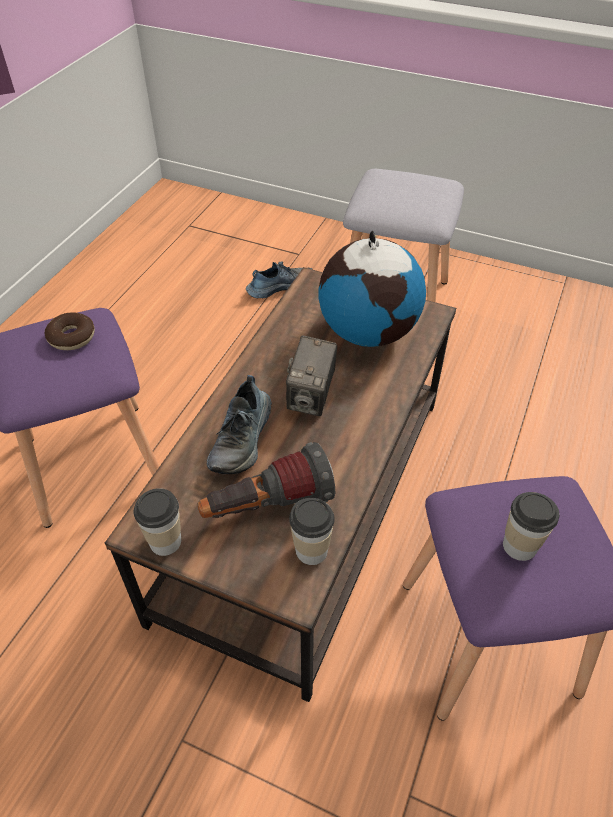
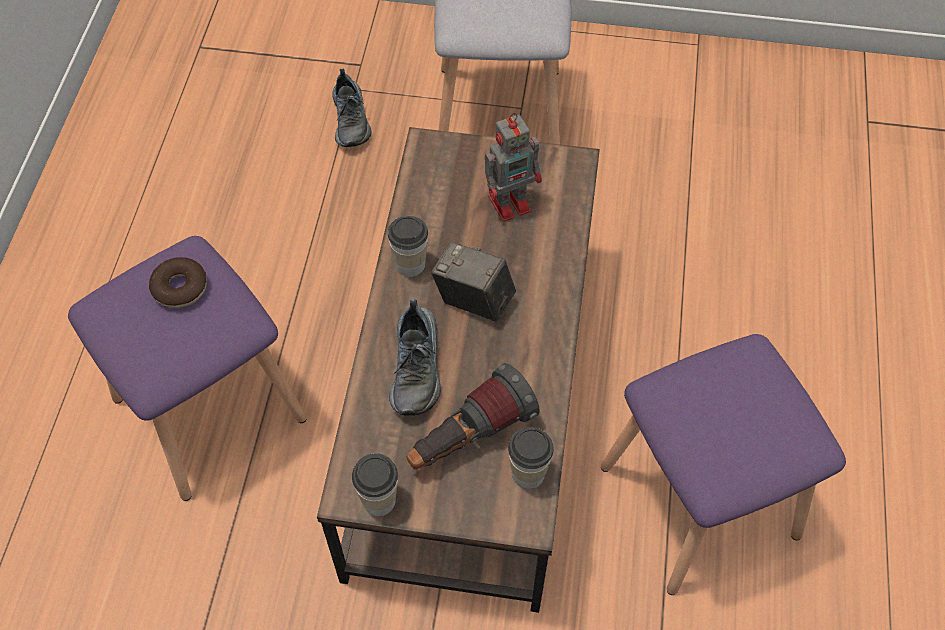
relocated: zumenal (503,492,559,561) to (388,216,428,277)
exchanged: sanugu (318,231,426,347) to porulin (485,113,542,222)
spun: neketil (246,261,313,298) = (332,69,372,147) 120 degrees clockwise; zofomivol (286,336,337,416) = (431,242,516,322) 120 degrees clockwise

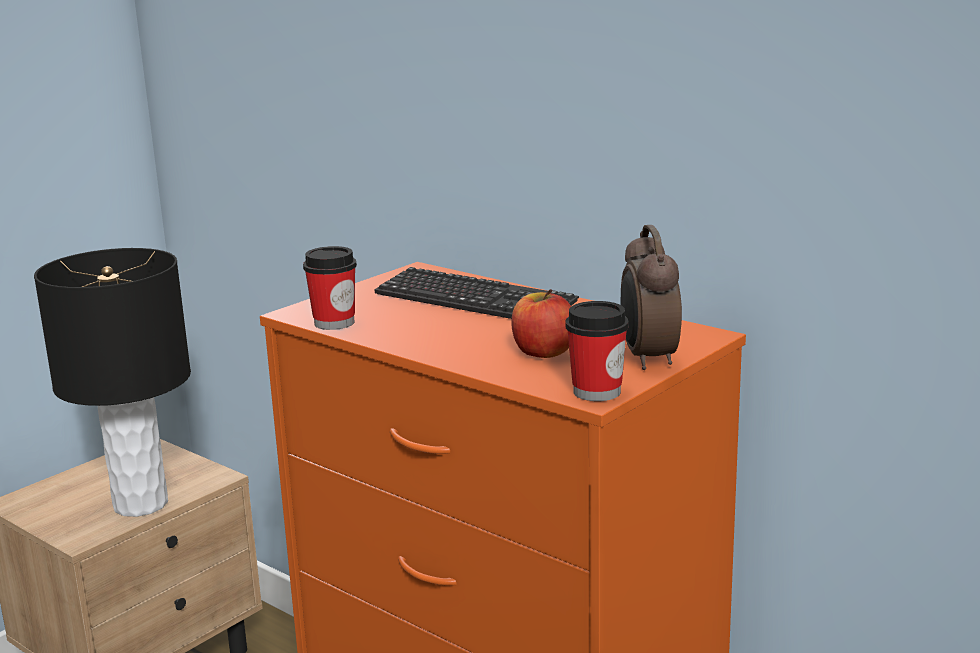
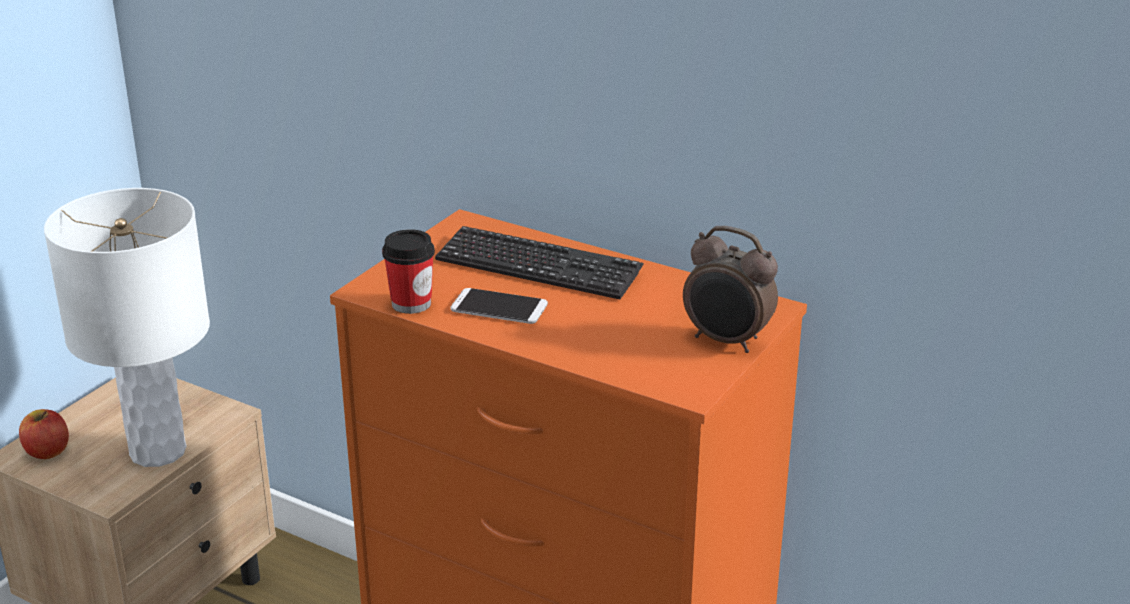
missing: zumenal (565,301,629,401)
appeared: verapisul (450,288,548,324)
relocated: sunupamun (511,289,571,358) to (19,409,69,459)
colour: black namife (34,248,191,517) to white namife (44,188,210,467)
spun: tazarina (621,225,682,370) = (683,226,778,353) 45 degrees counterclockwise

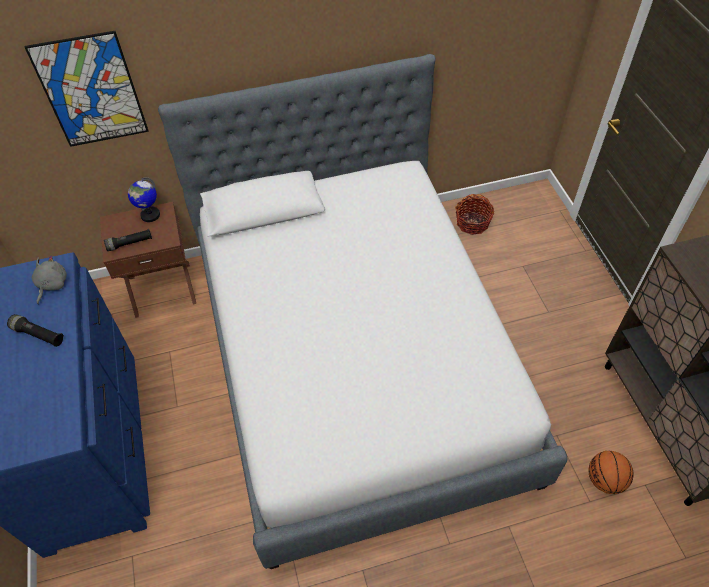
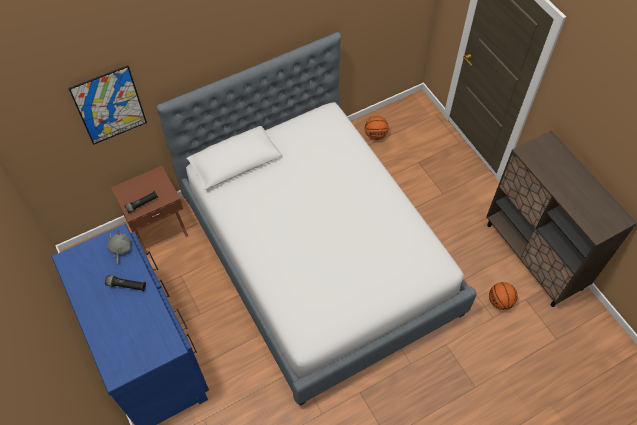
missing: sanugu (128,177,160,222)
exchanged: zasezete (455,194,494,235) to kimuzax (365,116,389,140)

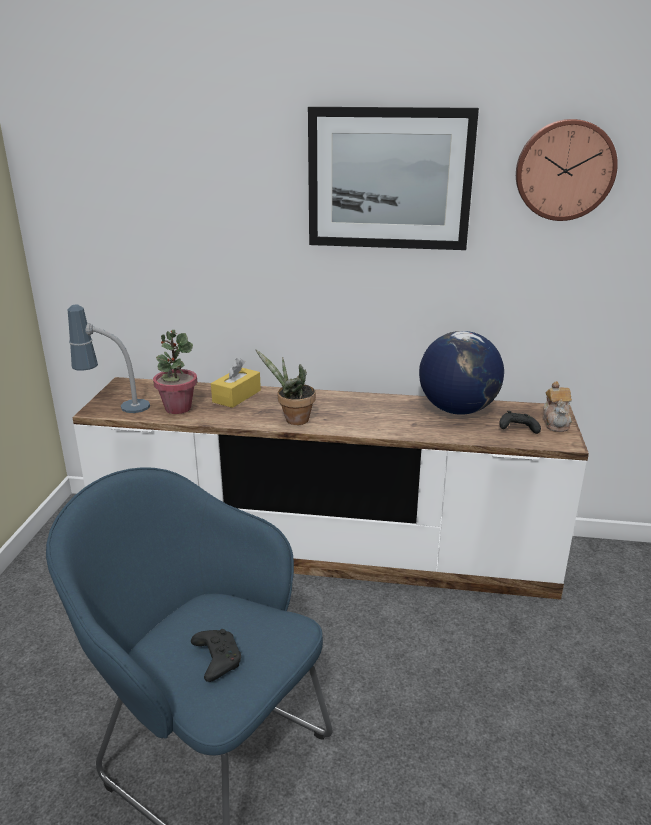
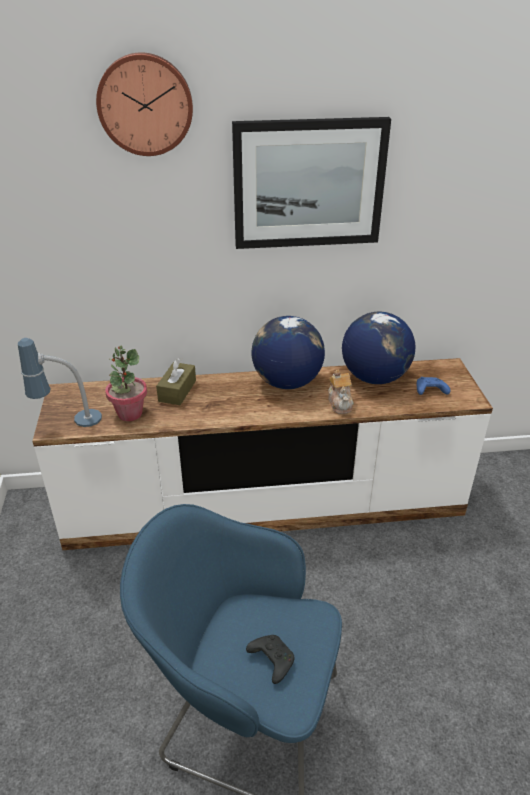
missing: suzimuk (256,350,316,425)
appeared: sanugu (252,316,325,389)
relocated: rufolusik (516,119,618,221) to (96,52,193,156); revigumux (542,381,572,432) to (328,370,354,414)
colour: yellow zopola (211,359,261,408) to brown zopola (156,358,196,405); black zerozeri (499,411,541,434) to blue zerozeri (417,377,450,395)

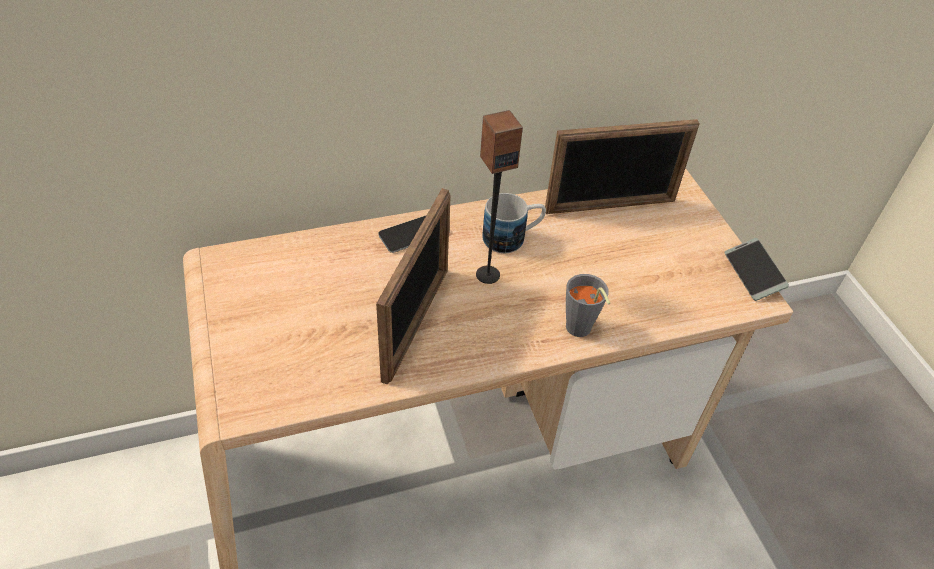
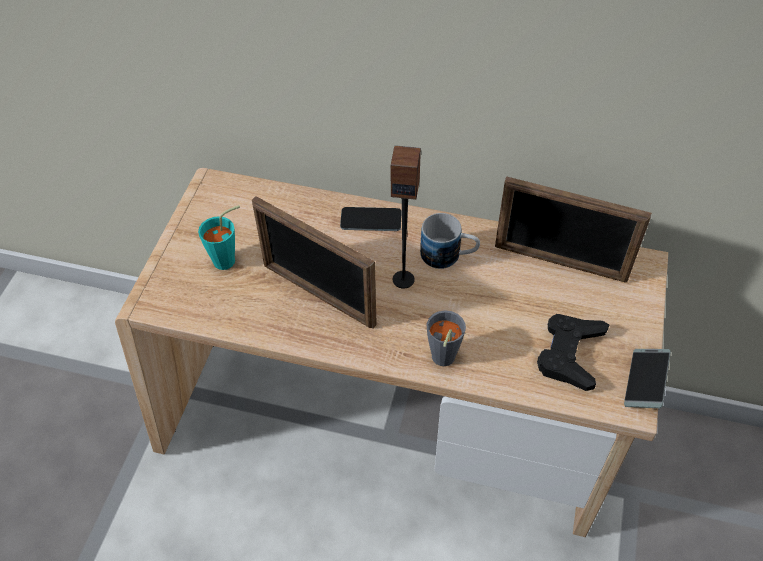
appeared: turquoise zumenal (198,205,240,270); black zerozeri (537,314,610,391)
spun: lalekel (376,188,451,385) = (252,196,377,329) 75 degrees clockwise

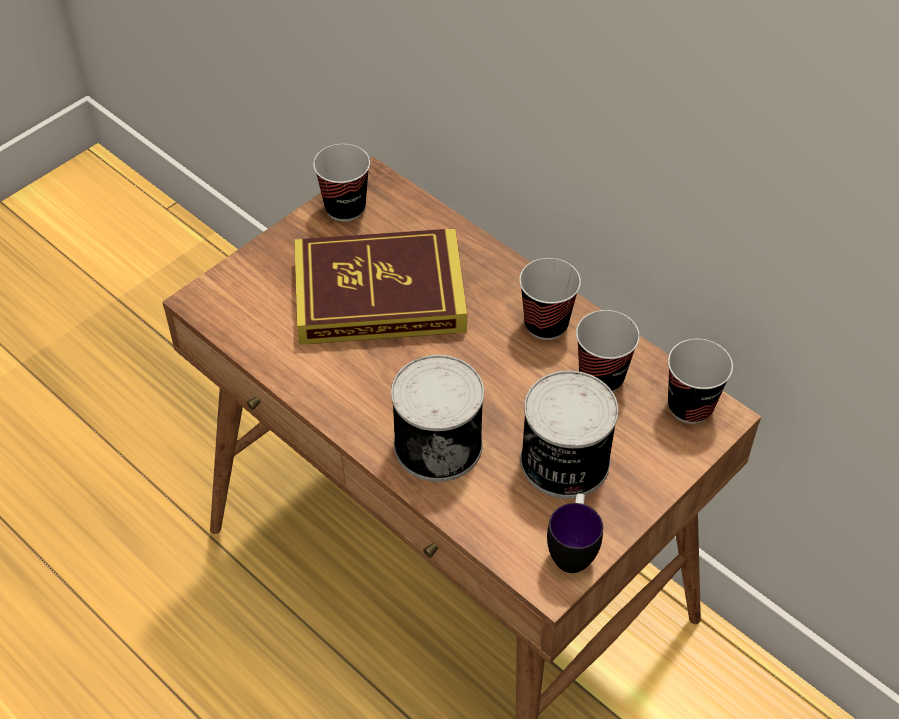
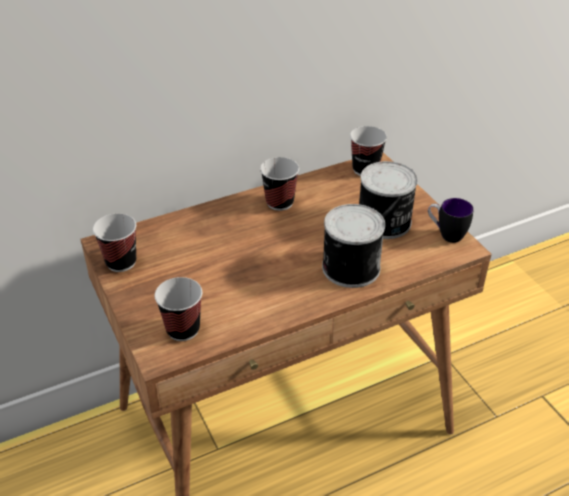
missing: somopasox (294,228,467,345)
relocated: zumenal (576,310,640,392) to (155,277,202,341)

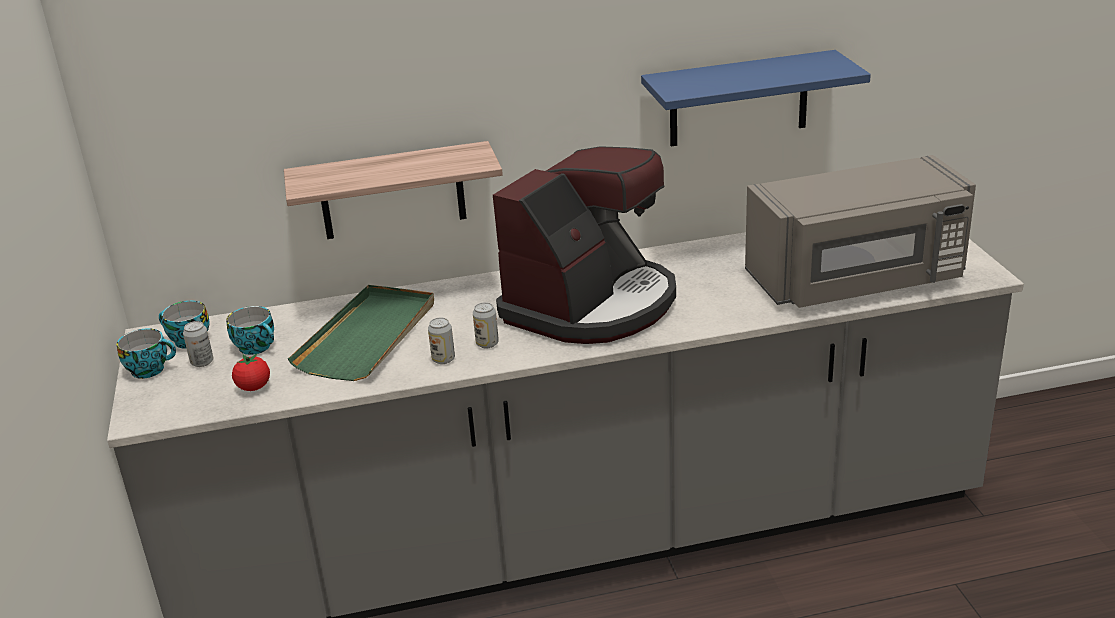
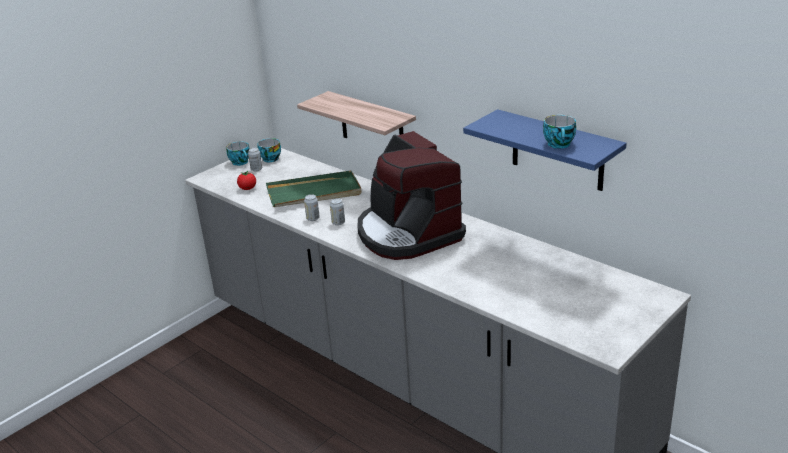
missing: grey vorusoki (745,155,976,308)
relocated: zumenal (226,306,274,355) to (543,115,576,149)
spun: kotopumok (493,146,676,344) = (357,131,466,260) 60 degrees clockwise

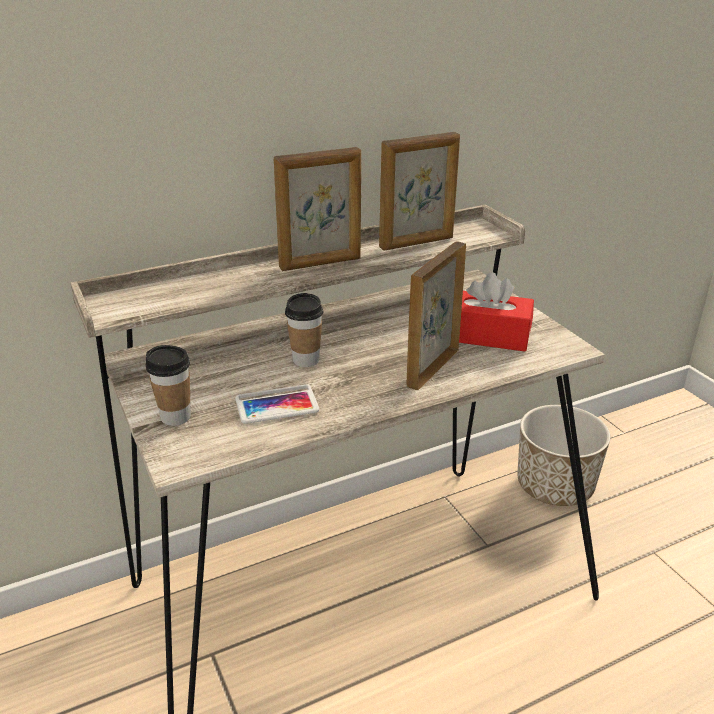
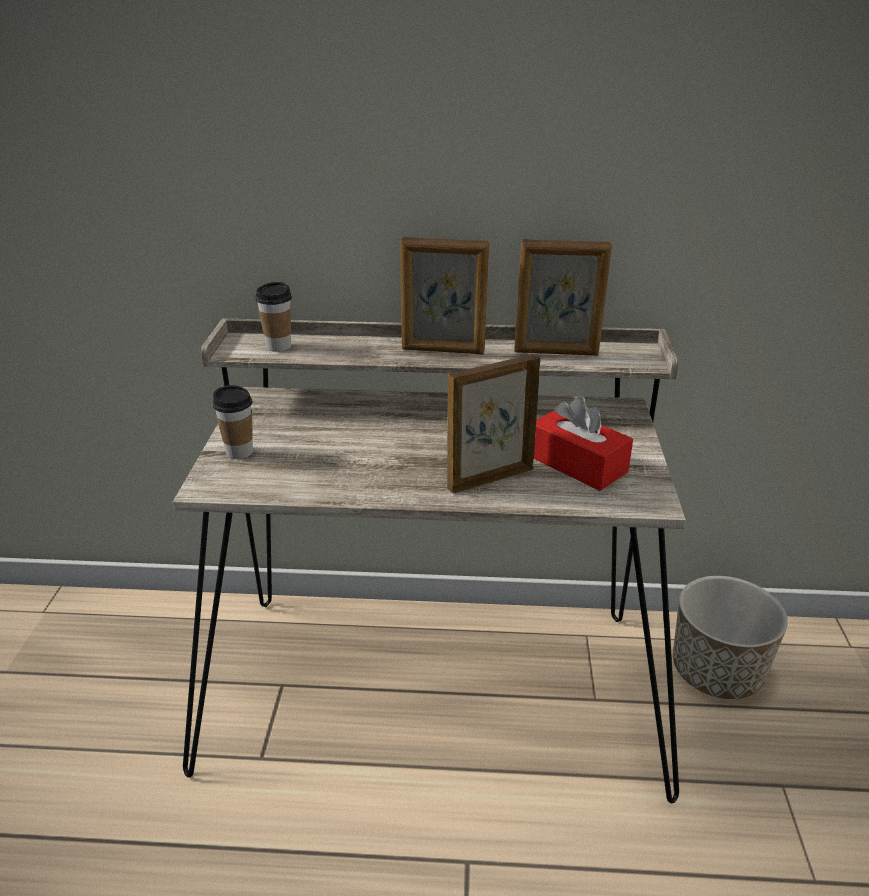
missing: verapisul (235,384,319,424)
relocated: zumenal (285,293,323,367) to (255,282,292,352)

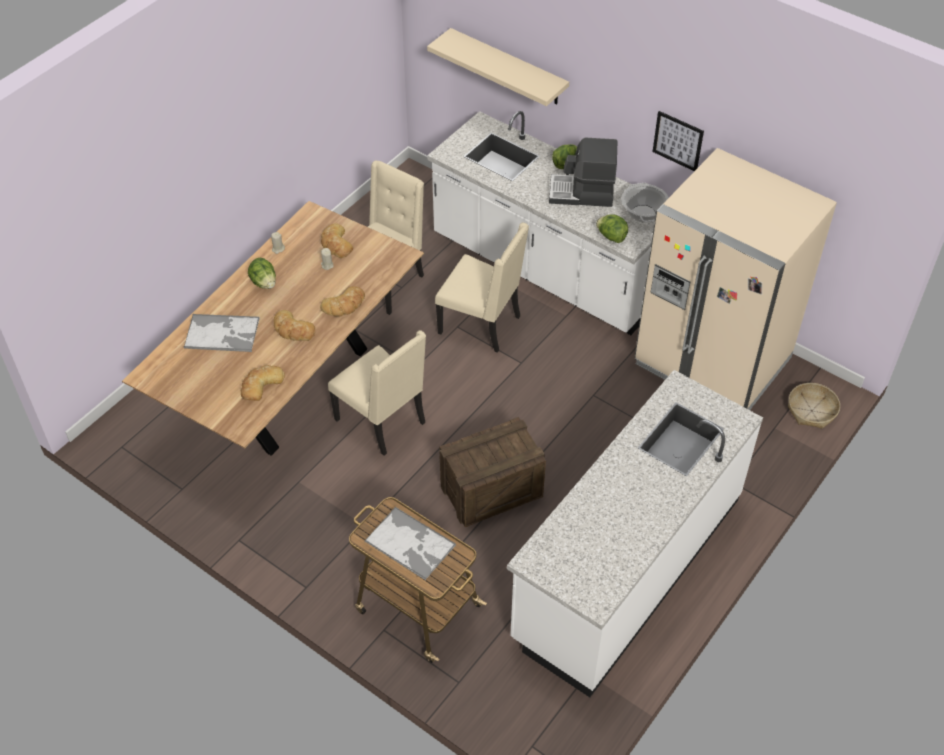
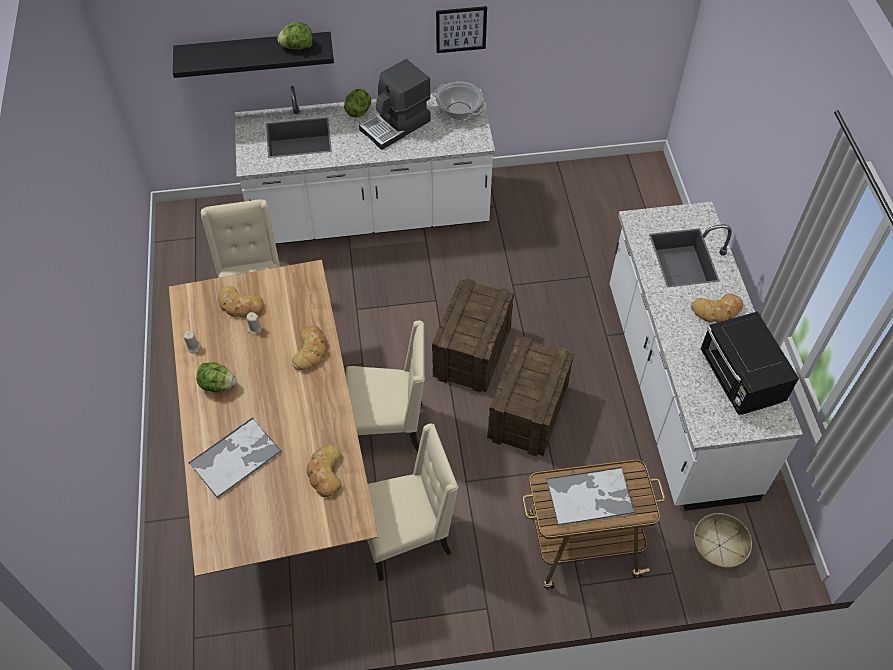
missing: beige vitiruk (634,148,837,410)
appeared: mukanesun (432,278,514,393); black vorusoki (700,312,799,415)
relocated: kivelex (596,214,628,243) to (277,22,313,50); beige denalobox (435,222,529,353) to (367,424,458,581); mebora (274,310,315,341) to (691,293,743,323); zasezete (788,383,840,429) to (694,513,752,571)
colour: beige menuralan (427,28,569,106) to black menuralan (173,32,334,78)

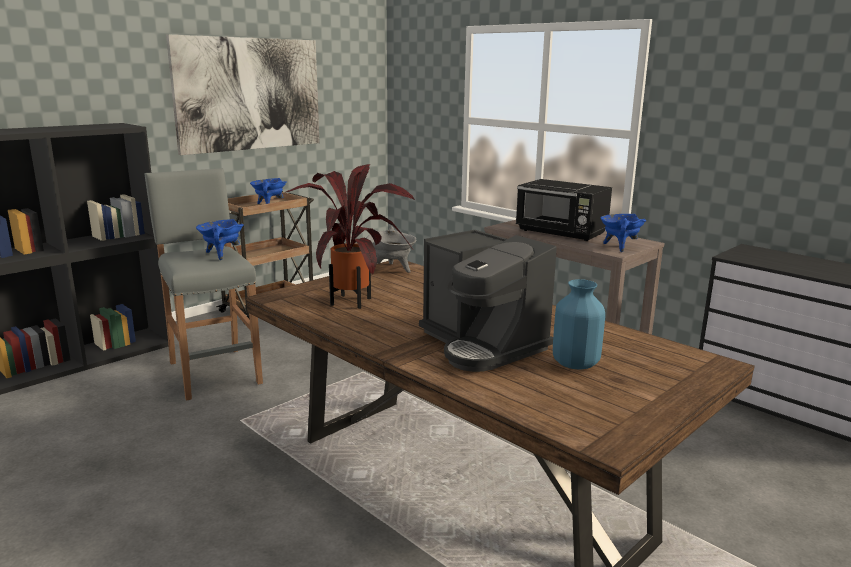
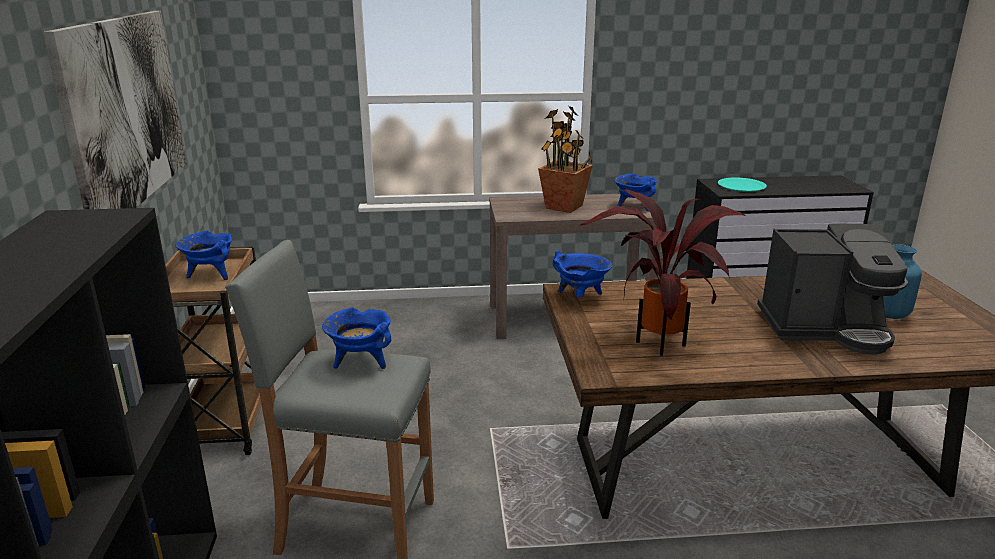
appeared: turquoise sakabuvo (718,177,767,192)
exchanged: black vorusoki (516,179,612,241) to suzimuk (538,106,593,213)
colour: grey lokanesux (366,226,417,273) to blue lokanesux (553,250,613,297)

